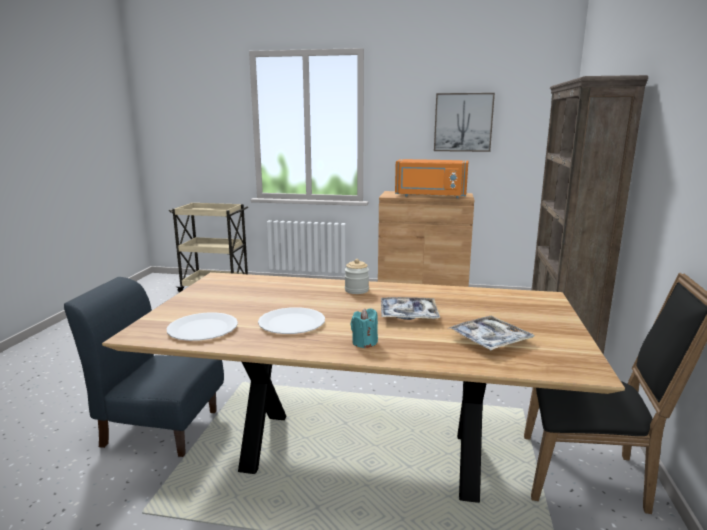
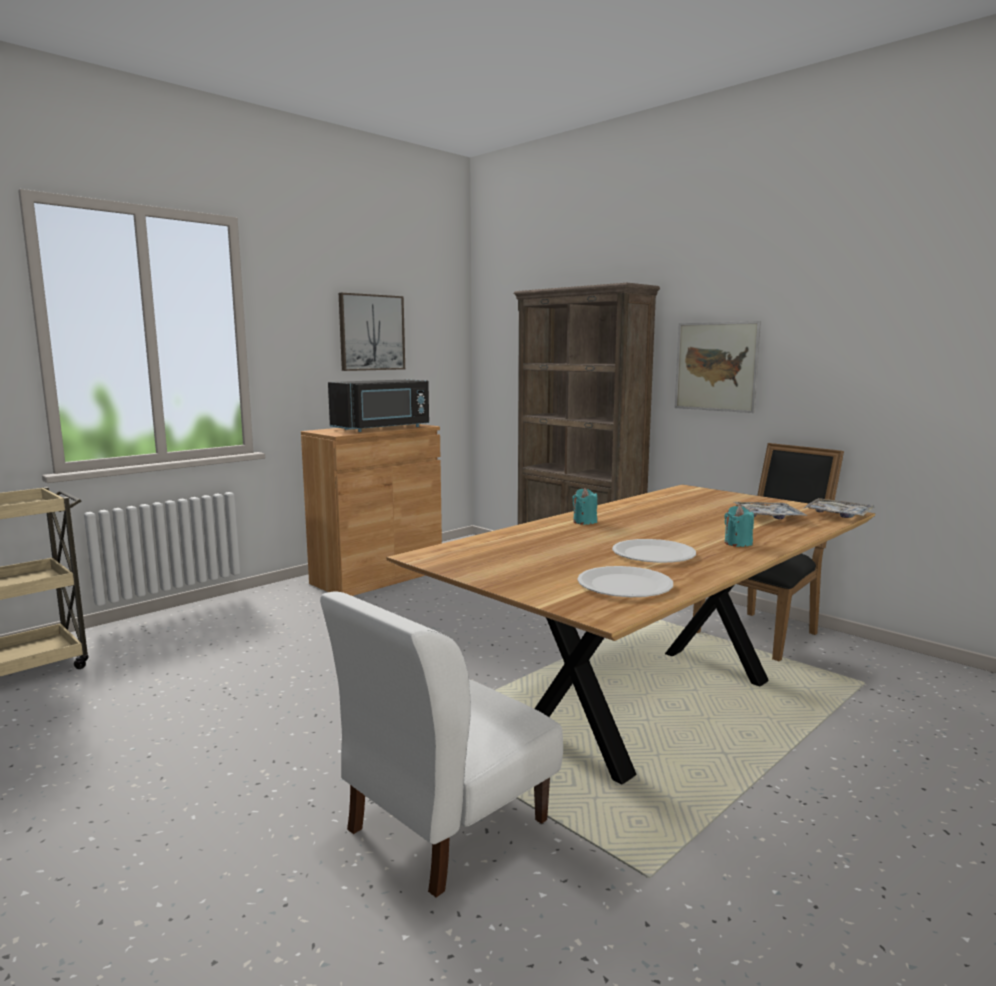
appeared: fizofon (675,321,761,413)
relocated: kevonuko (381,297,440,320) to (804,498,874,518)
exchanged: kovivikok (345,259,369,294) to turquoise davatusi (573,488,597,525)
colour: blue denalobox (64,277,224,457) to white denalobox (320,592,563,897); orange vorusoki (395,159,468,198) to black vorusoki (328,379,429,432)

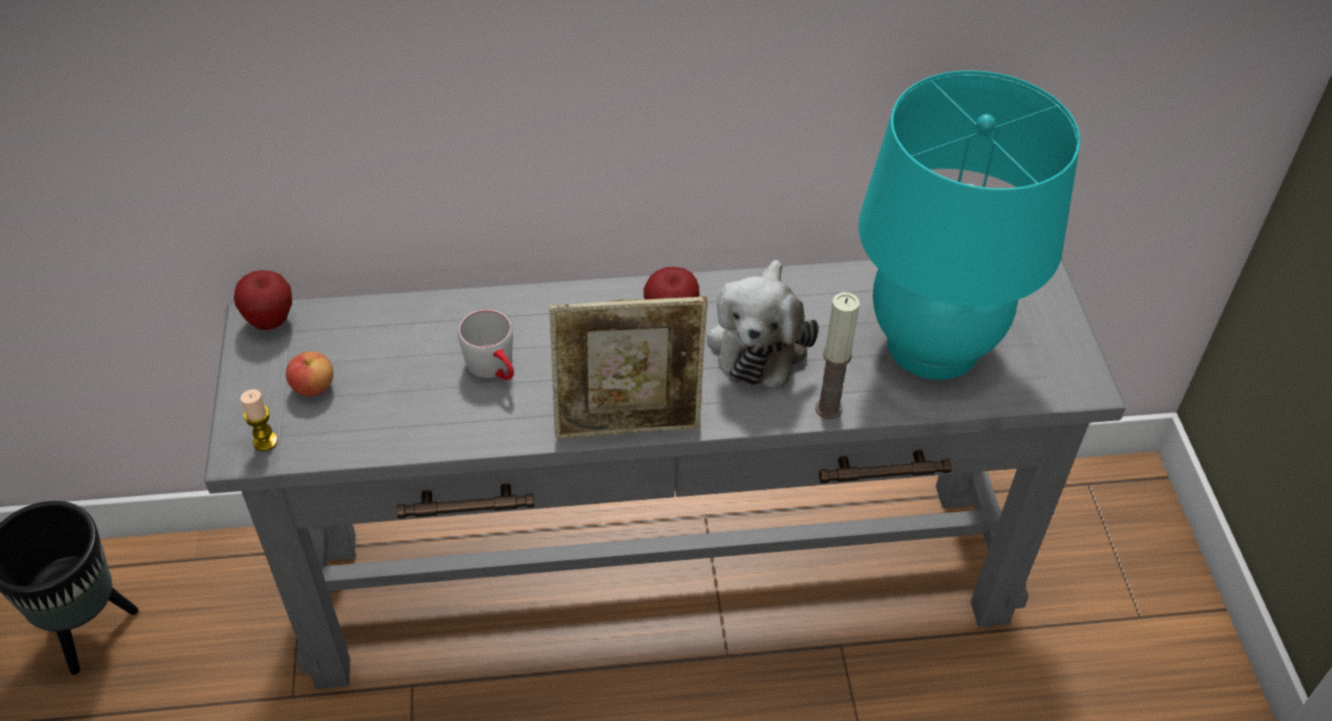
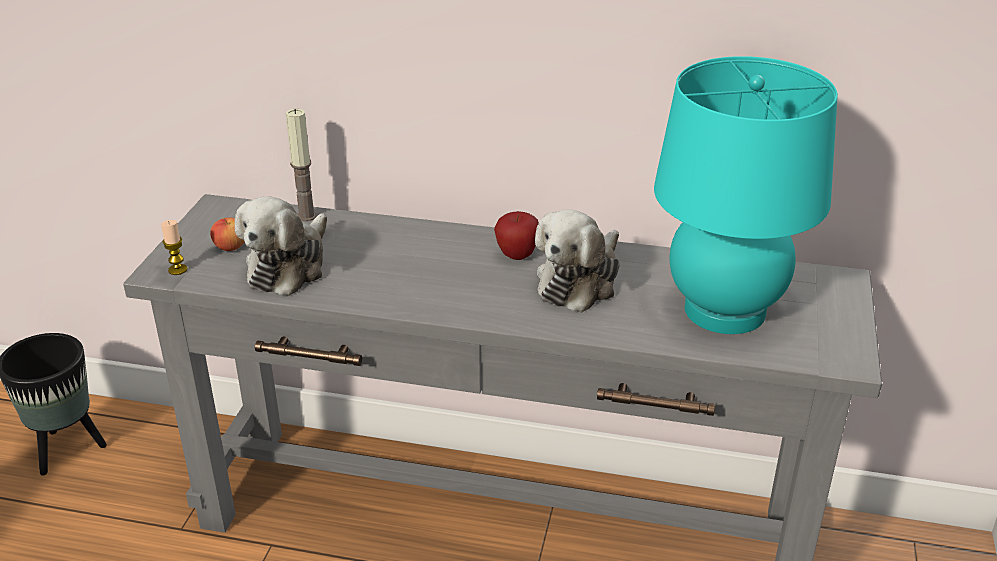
missing: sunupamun (234,270,292,330); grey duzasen (458,310,514,380); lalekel (549,296,708,439)
appeared: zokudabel (235,196,327,296)
relocated: davatusi (815,292,860,419) to (286,109,317,221)

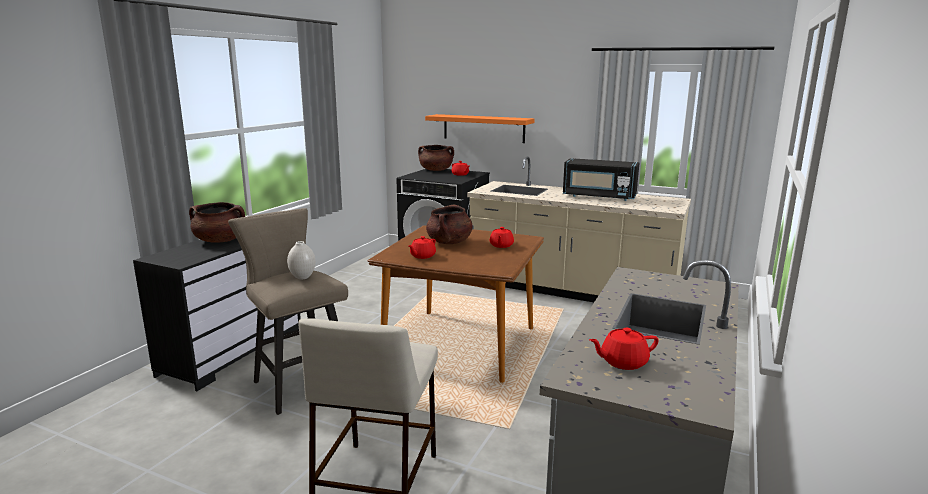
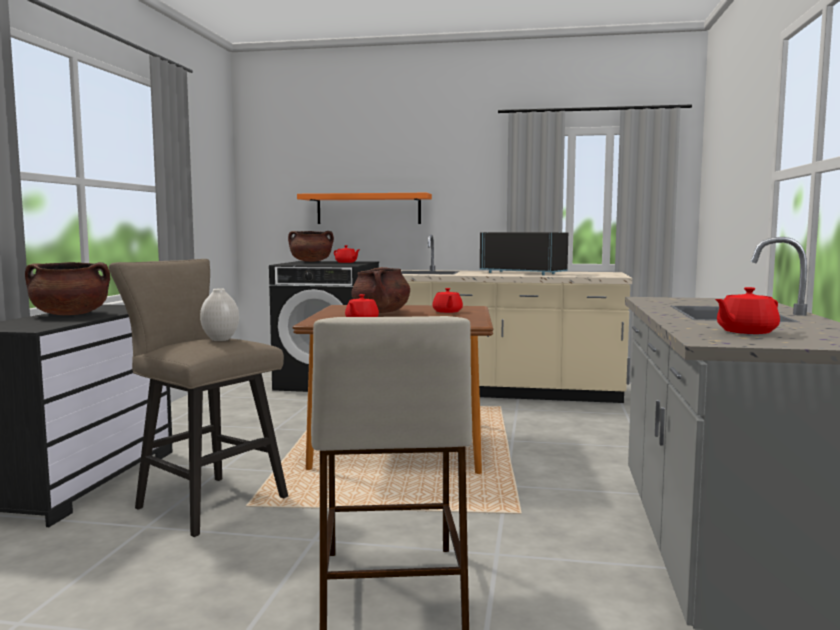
spun: black vorusoki (563,158,639,201) = (480,232,568,275) 150 degrees counterclockwise

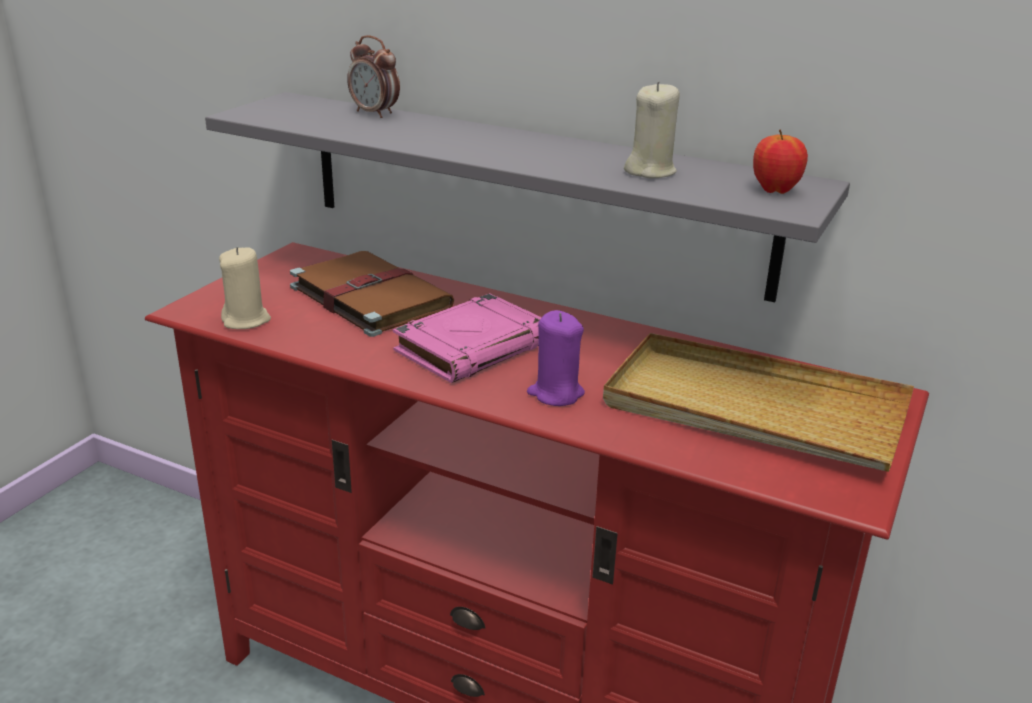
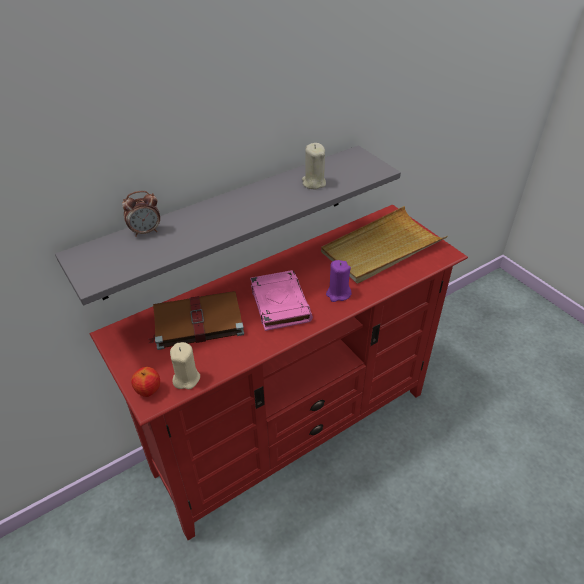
relocated: sunupamun (753,129,808,194) to (131,367,160,397)

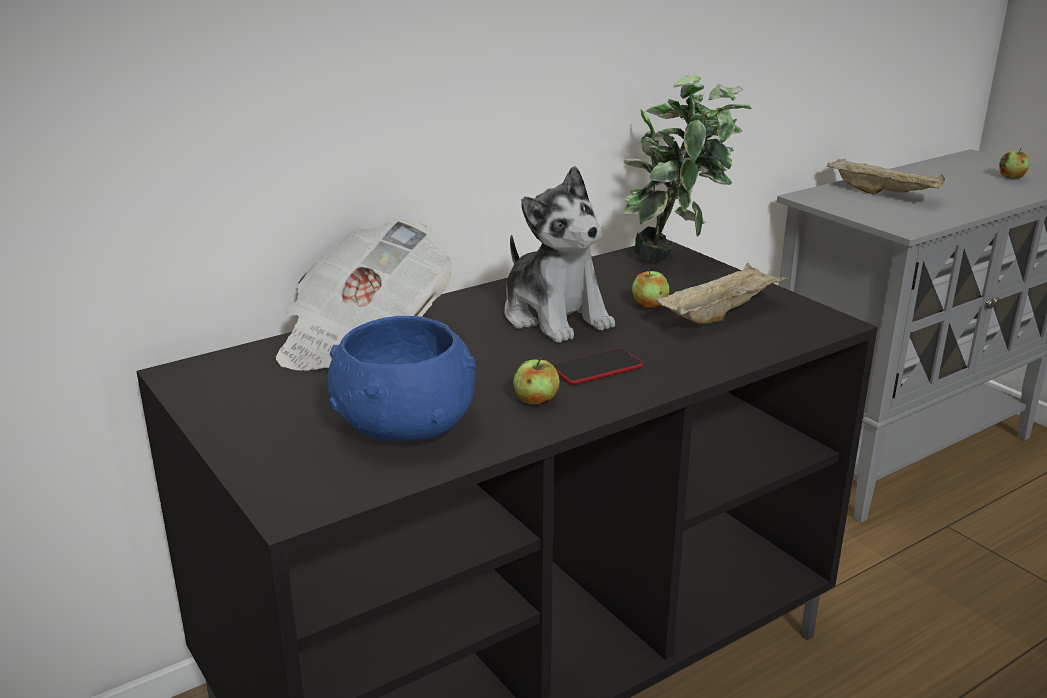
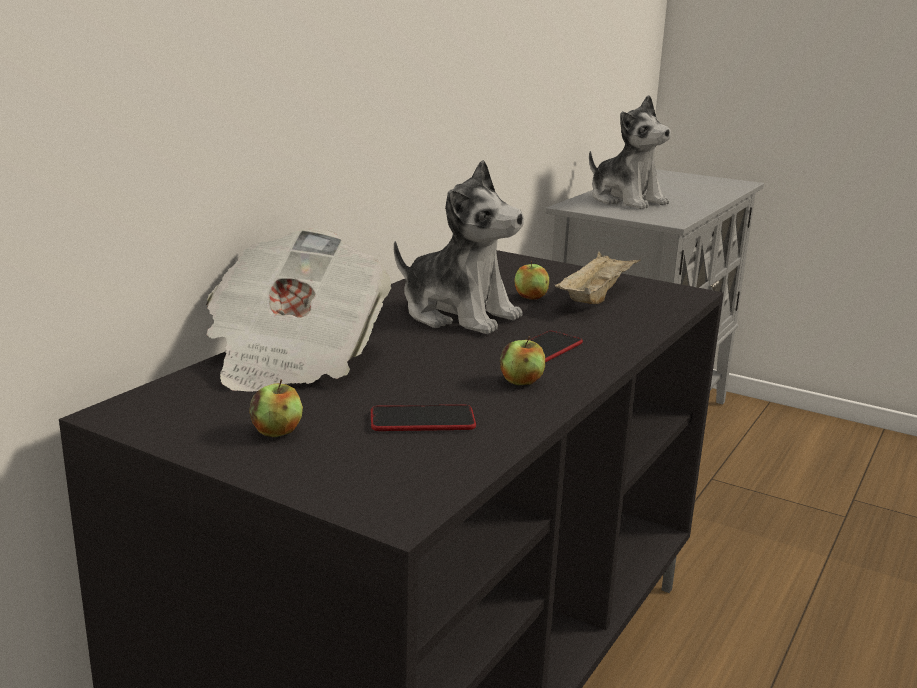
missing: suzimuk (623,75,752,262)
relocated: sunupamun (999,148,1030,179) to (249,380,303,437)
exchanged: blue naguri (327,316,476,441) to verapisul (371,405,476,431); beige kevonuko (827,158,945,194) to zokudabel (589,95,671,209)

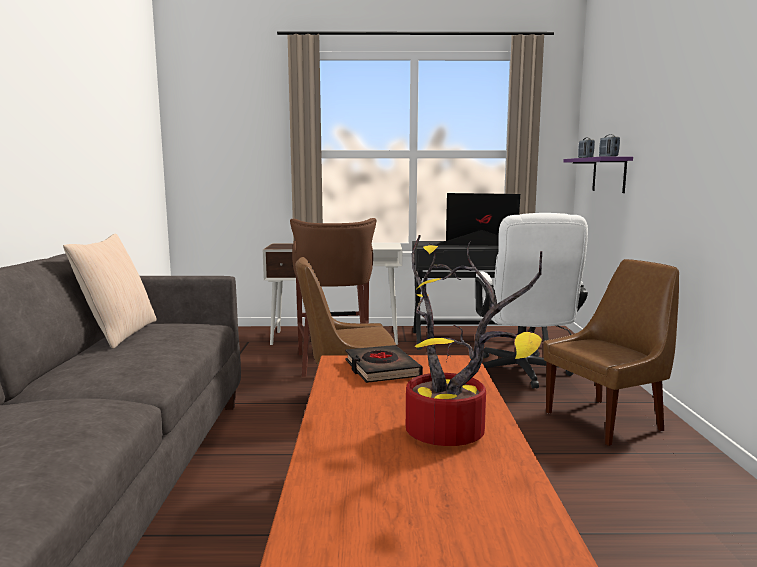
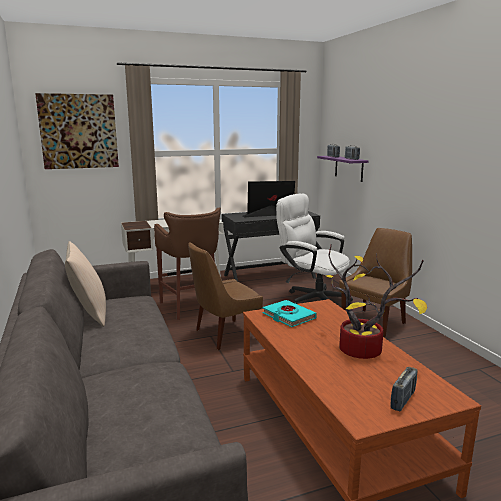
appeared: fizofon (35,93,119,169); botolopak (391,367,417,411)
colour: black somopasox (345,345,423,383) to turquoise somopasox (263,300,317,327)
spun: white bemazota (475,213,588,389) = (276,193,353,304) 150 degrees clockwise

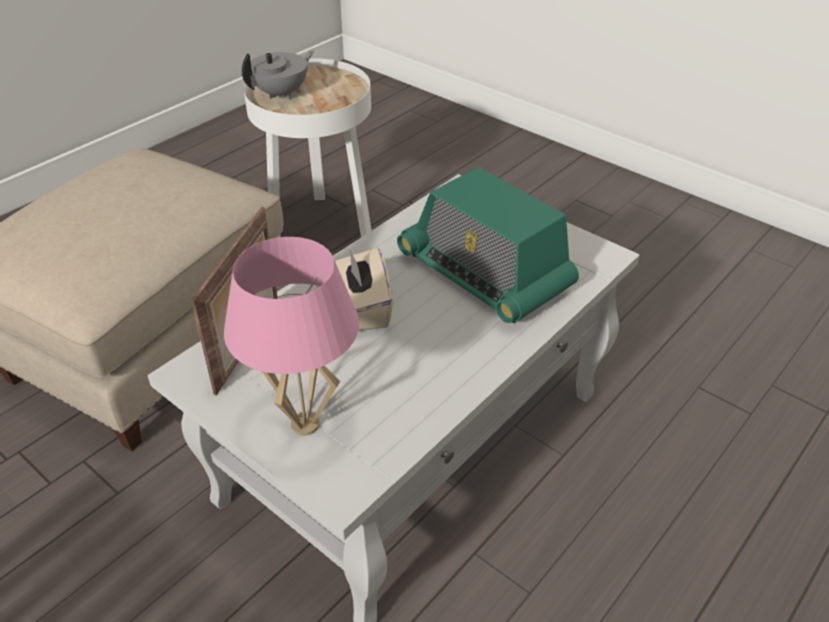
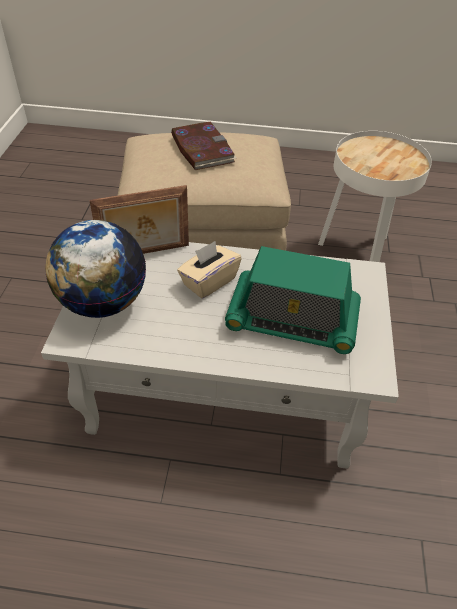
missing: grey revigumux (242,51,314,99)
appeared: somopasox (171,121,236,170)
exchanged: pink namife (224,237,359,436) to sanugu (45,220,146,318)
spun: botolopak (397,167,579,323) = (225,246,361,354) 90 degrees counterclockwise

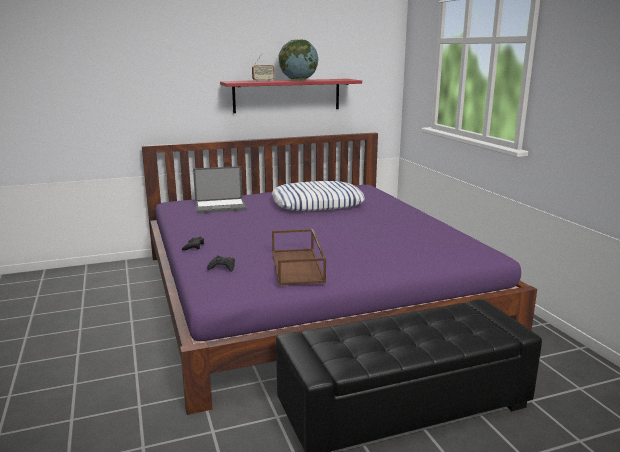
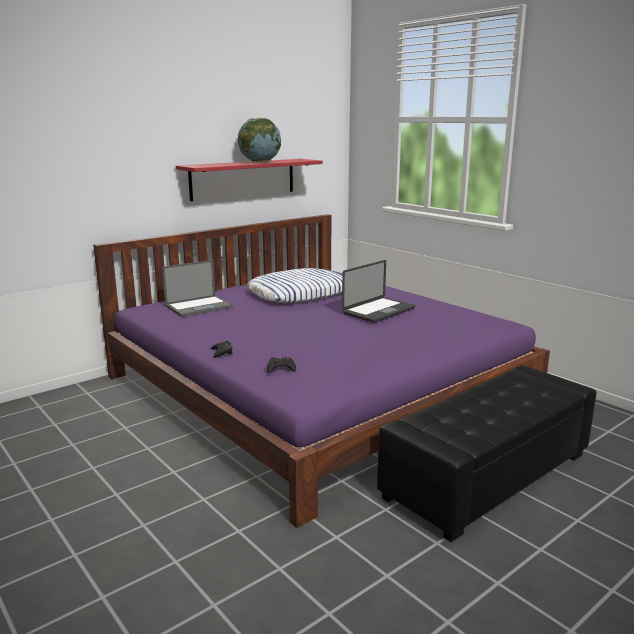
missing: botolopak (252,54,274,82); brown kevonuko (272,229,326,286)
appeared: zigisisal (342,260,415,323)

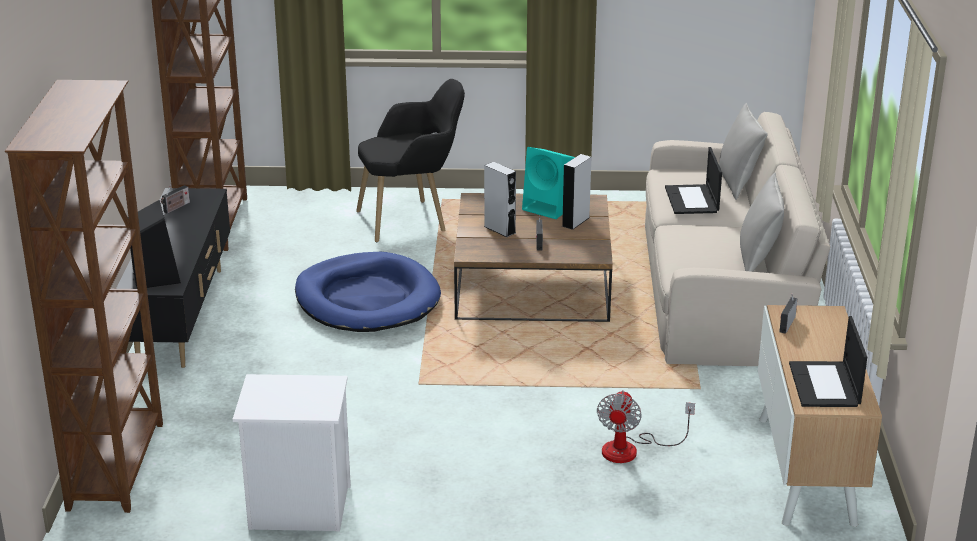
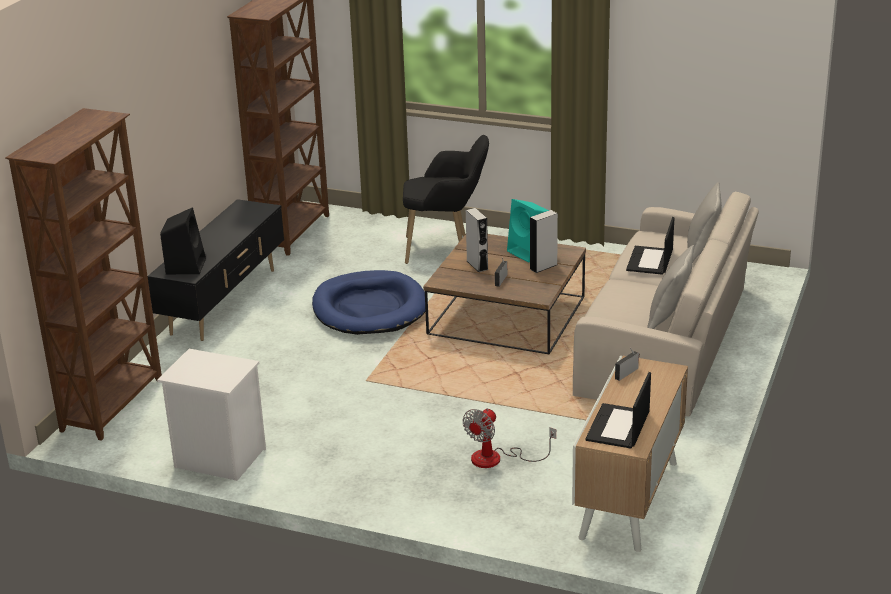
missing: botolopak (161,184,190,214)

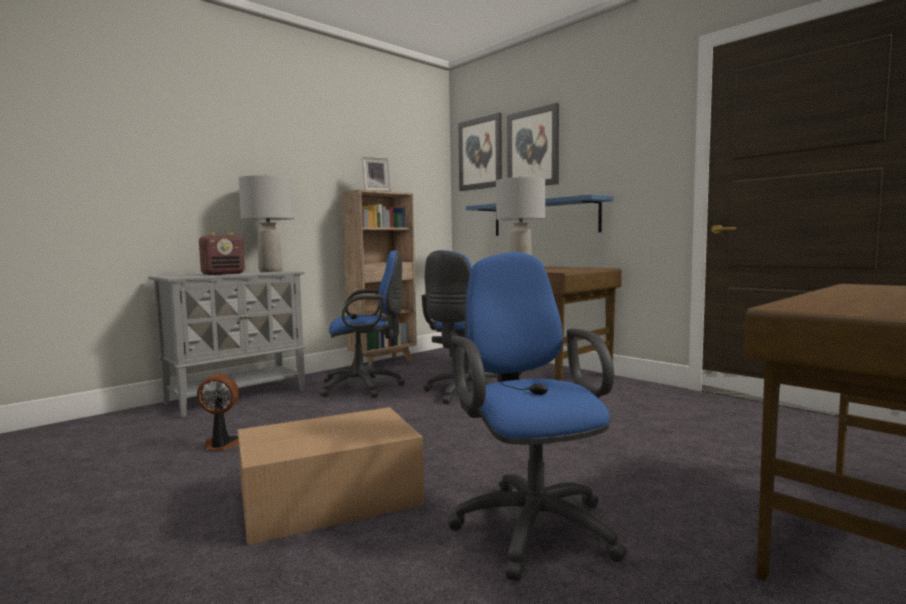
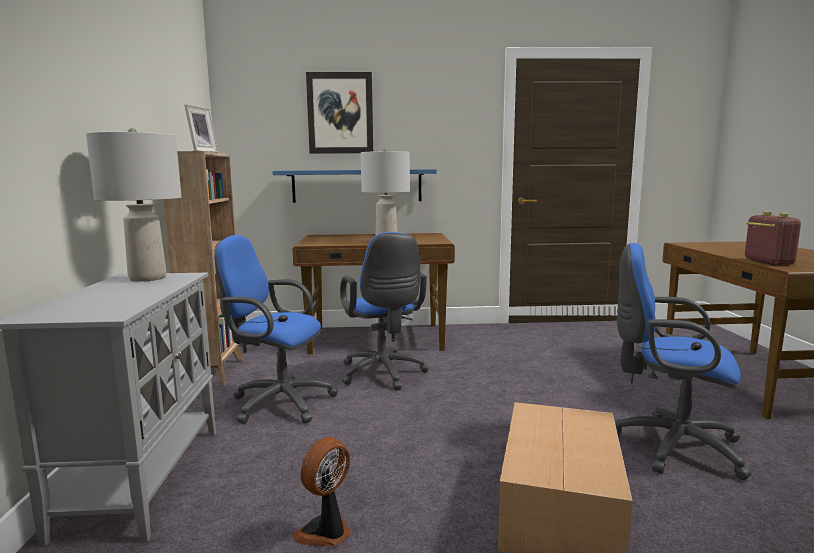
missing: fizofon (458,113,502,191)
relocated: botolopak (199,232,245,275) to (745,212,801,265)
spun: blue bemazota (320,250,405,398) = (214,235,338,424) 105 degrees counterclockwise

